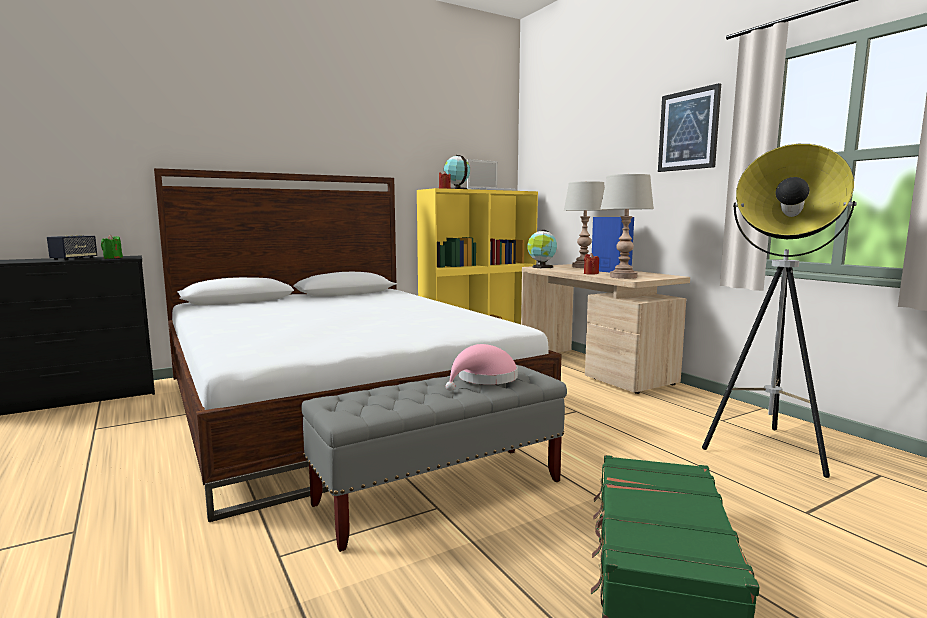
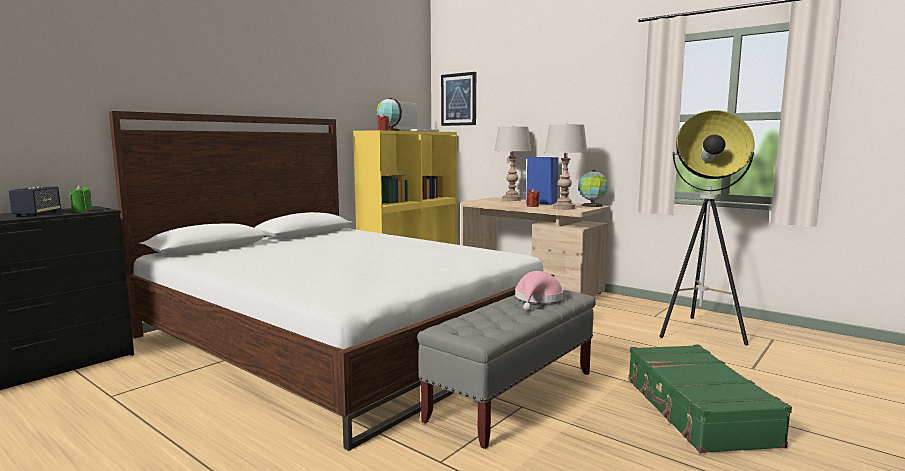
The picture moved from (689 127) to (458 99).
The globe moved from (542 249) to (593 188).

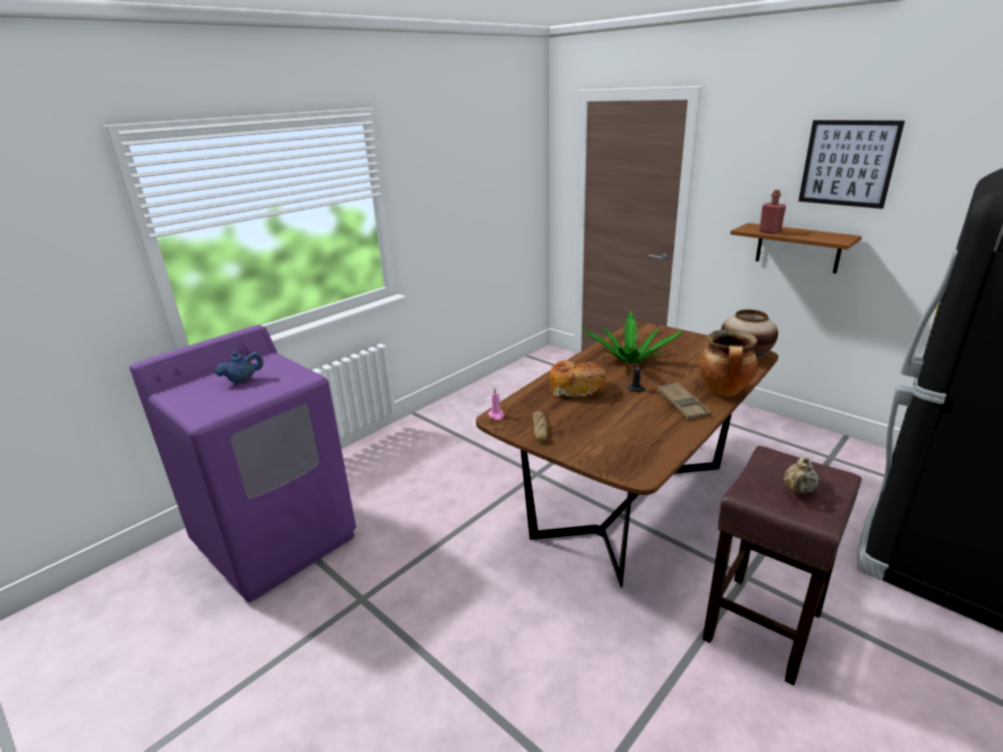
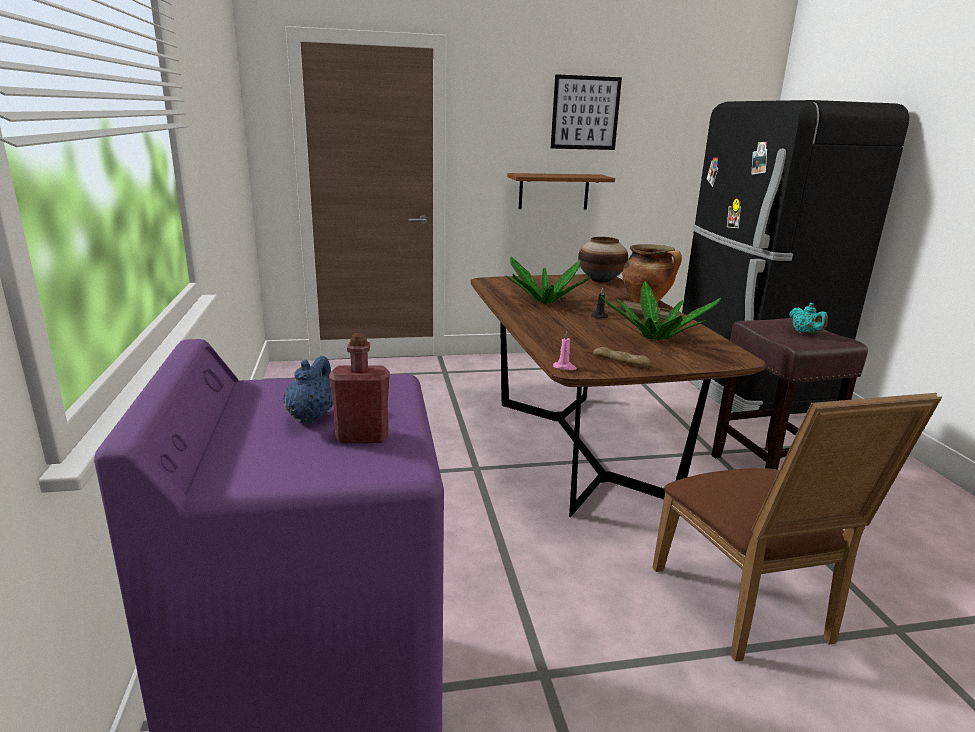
The red bottle moved from (772 212) to (359 388).
The bread at (578 379) disappeared.
The beige teapot at (800 475) became the turquoise teapot at (808 318).
The potted plant at (661 310) appeared.
The brown chair at (797 527) appeared.

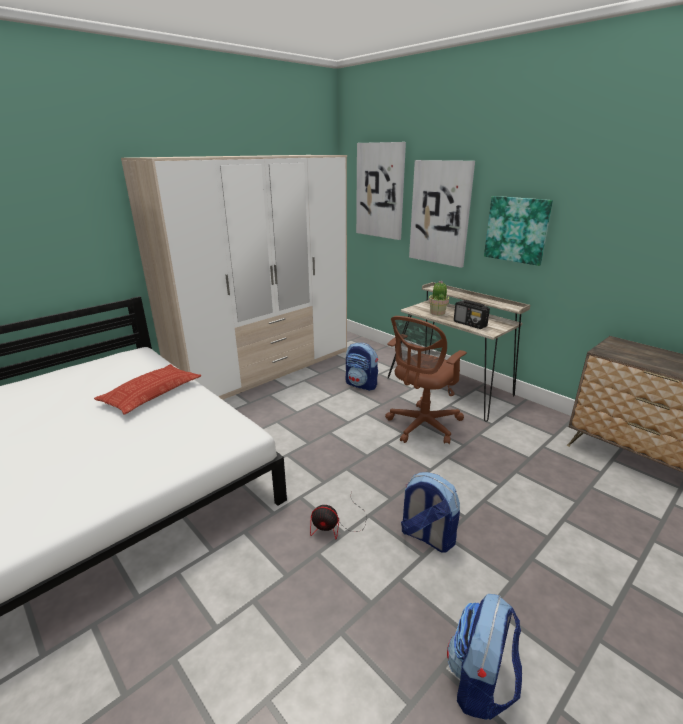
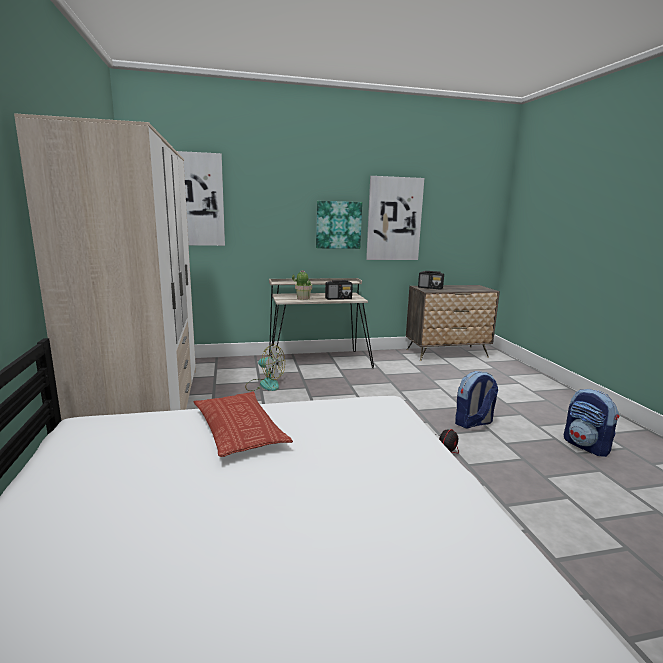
The picture moved from (442 214) to (395 218).
The brown office chair at (426 380) disappeared.
The backpack at (362 367) was replaced by the fan at (265 367).
The radio at (431 280) appeared.

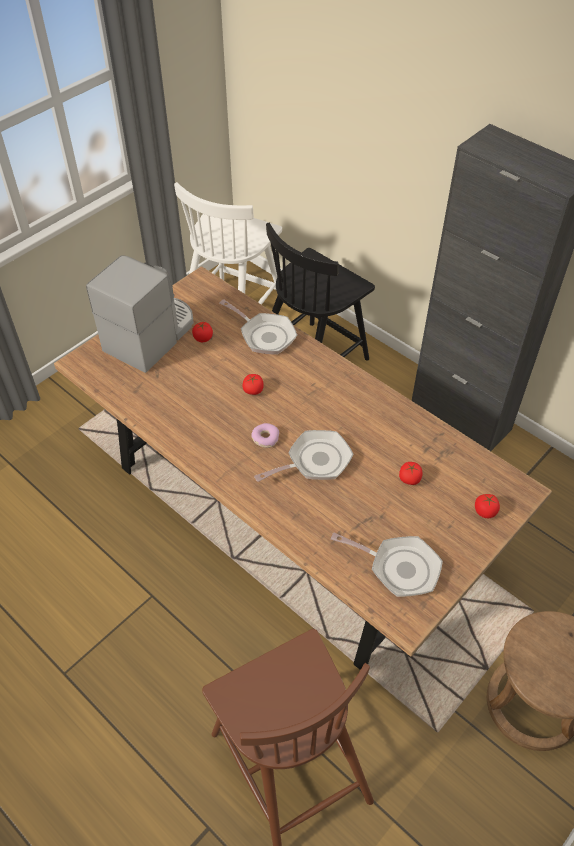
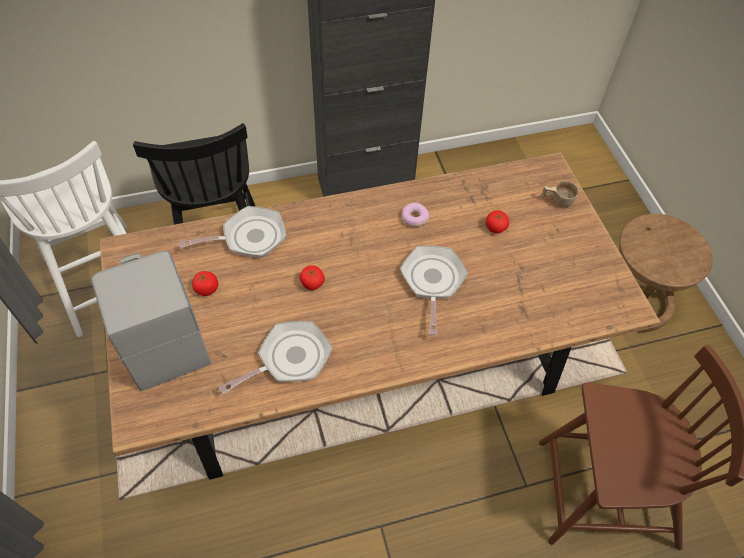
The donut moved from (265 435) to (415 214).
The tomato at (487 506) was replaced by the beige cup at (560 194).
The frying pan moved from (387 565) to (275 358).

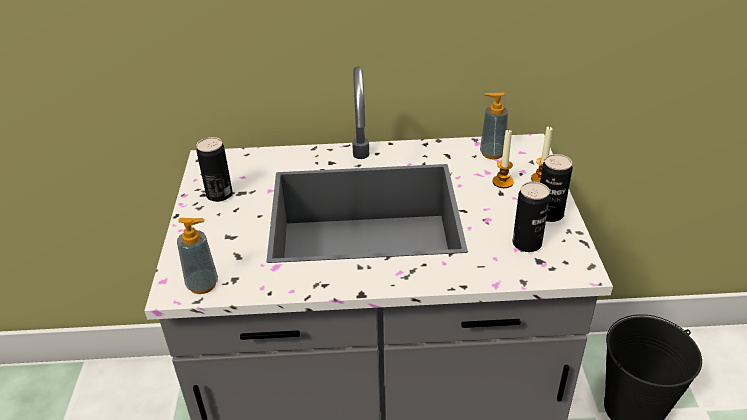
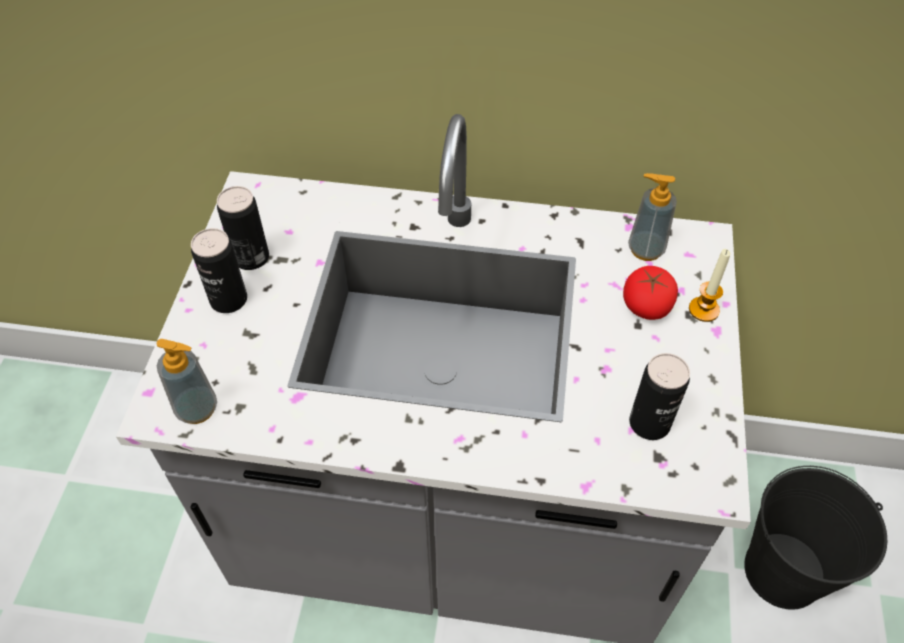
The candle at (503 159) was replaced by the tomato at (650 293).
The can moved from (556 188) to (219 270).

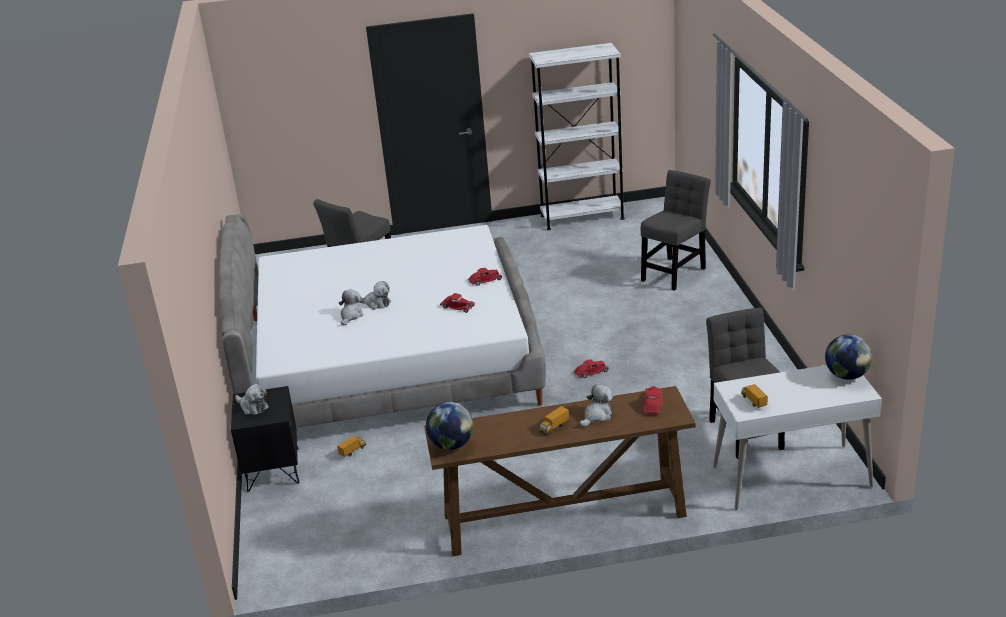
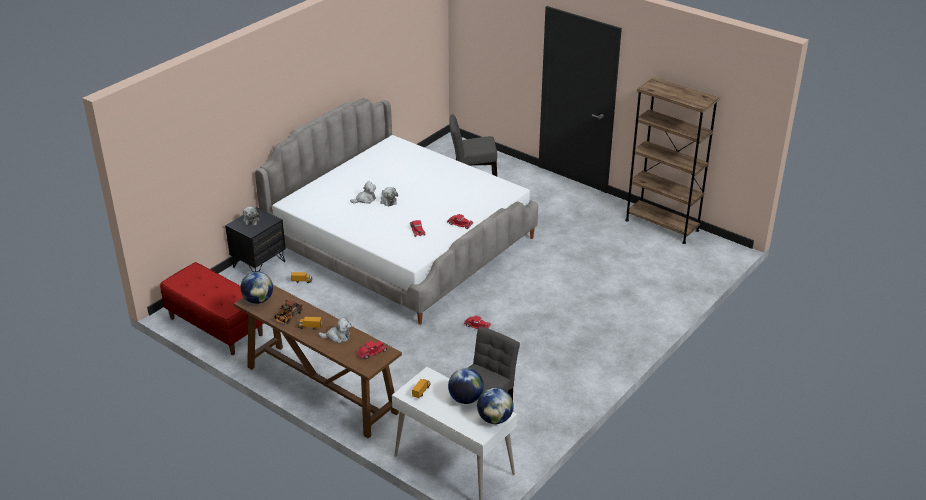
The white bookcase at (577 136) became the brown bookcase at (672 160).
The grey chair at (676 230) disappeared.
The red bench at (212 308) appeared.
The toy truck at (288 312) appeared.
The globe at (466 386) appeared.

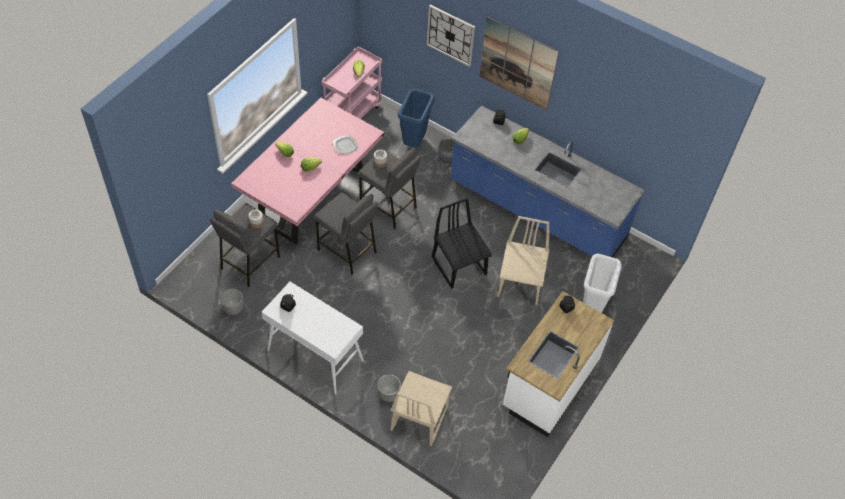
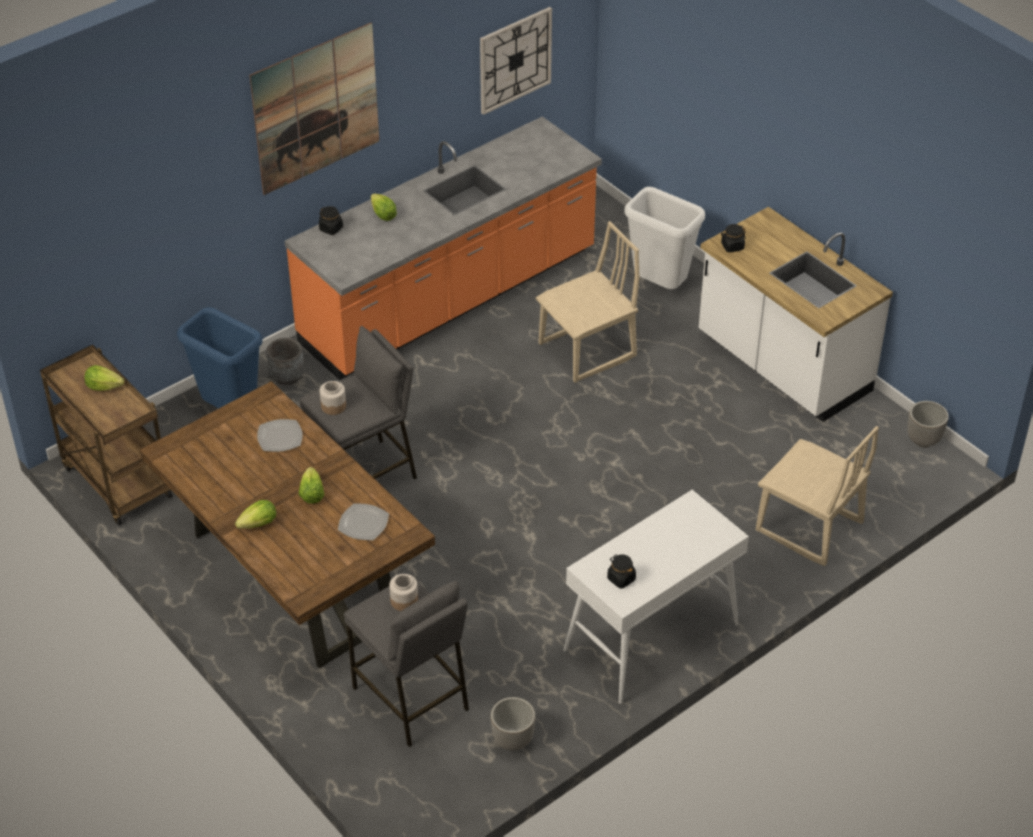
The wall clock moved from (451 35) to (516 61).
The pink cart at (351 83) became the brown cart at (106 434).
The pink dining table at (307 171) became the brown dining table at (287 524).
The blue counter at (547 181) became the orange counter at (443 248).
The grey stool at (346 233) disappeared.
The black chair at (462 243) disappeared.
The beige chair at (523 260) turned 120 degrees clockwise.
The planter moved from (389 388) to (928 424).
The plate at (363 521) appeared.

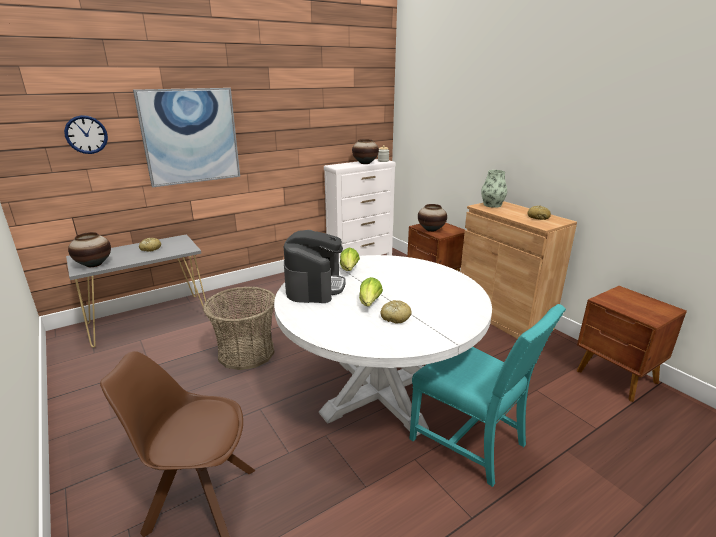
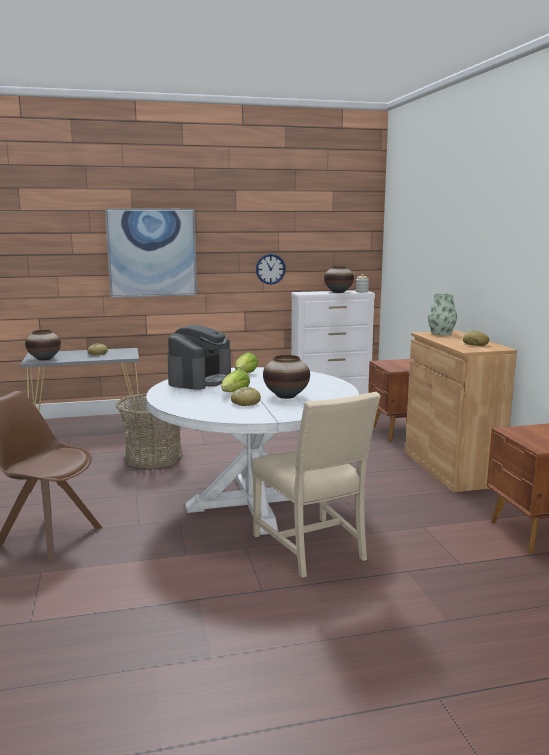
The wall clock moved from (86 134) to (271 269).
The vase moved from (432 218) to (286 377).
The turquoise chair at (487 395) became the beige chair at (316 485).

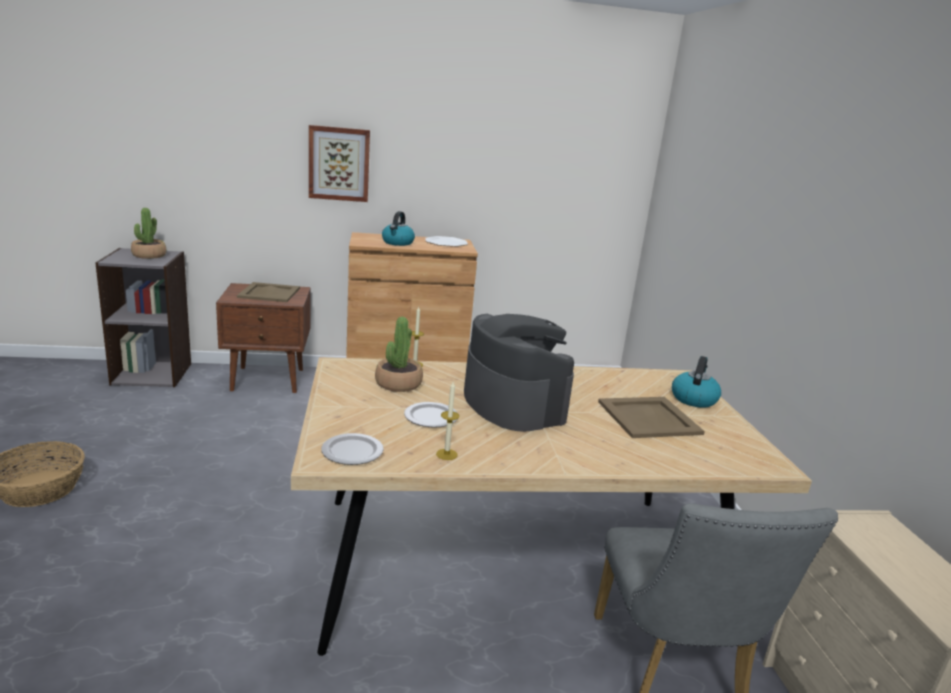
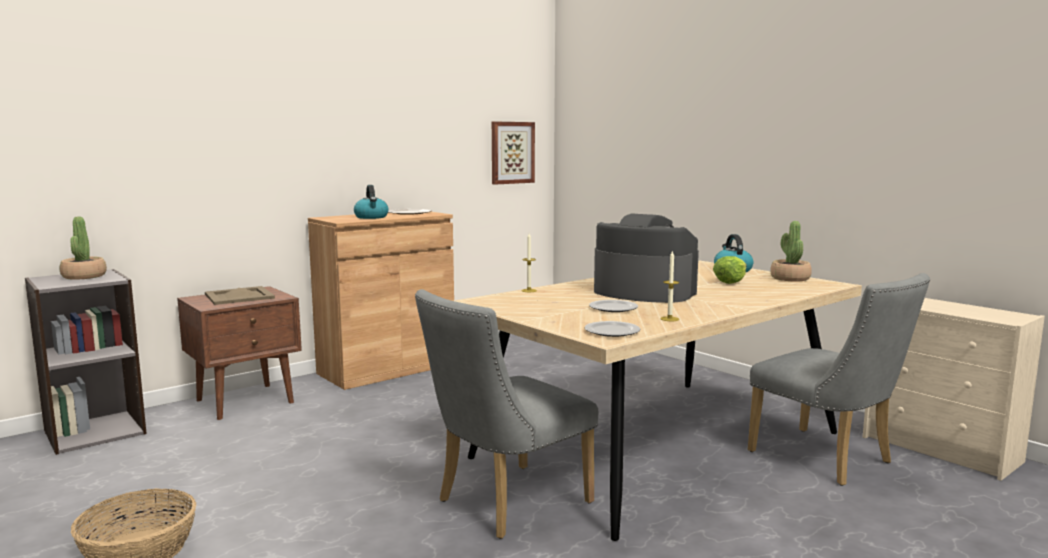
The picture moved from (339 163) to (513 153).
The potted plant moved from (399 354) to (791 251).
The beige tray at (651 417) was replaced by the lettuce at (730 270).
The grey chair at (506 414) appeared.

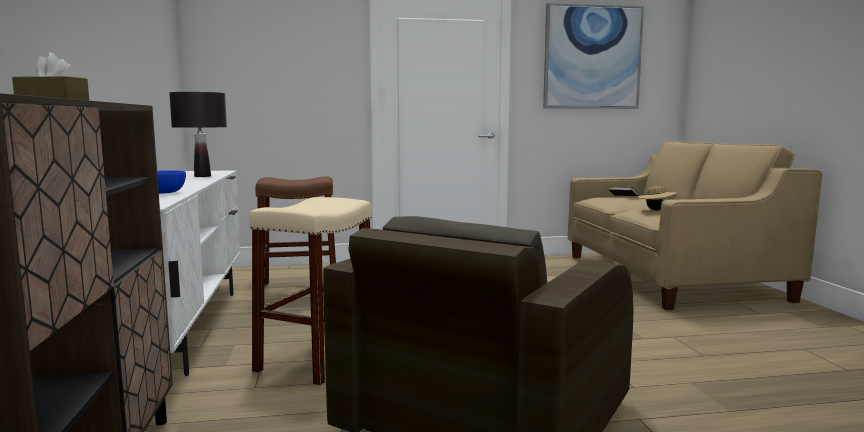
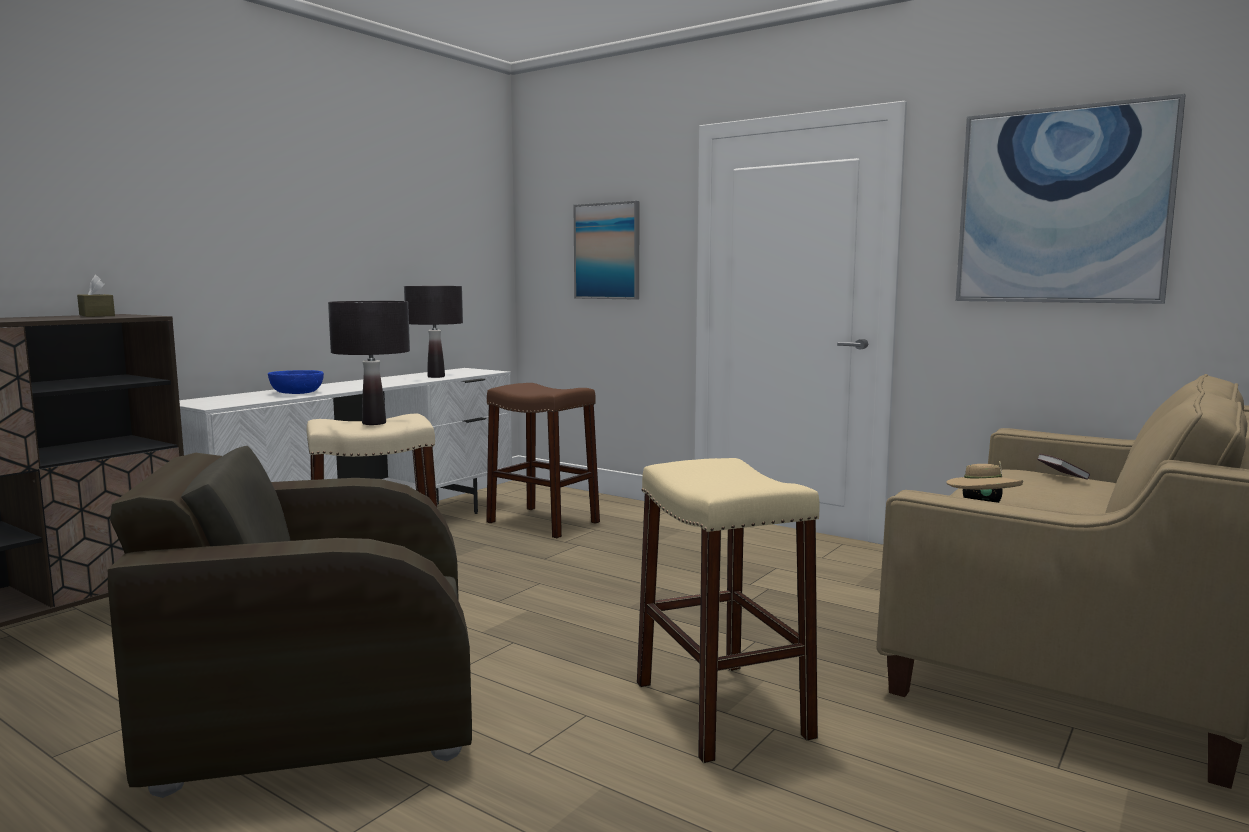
The picture at (606 250) appeared.
The black table lamp at (369 363) appeared.
The beige stool at (728 611) appeared.

